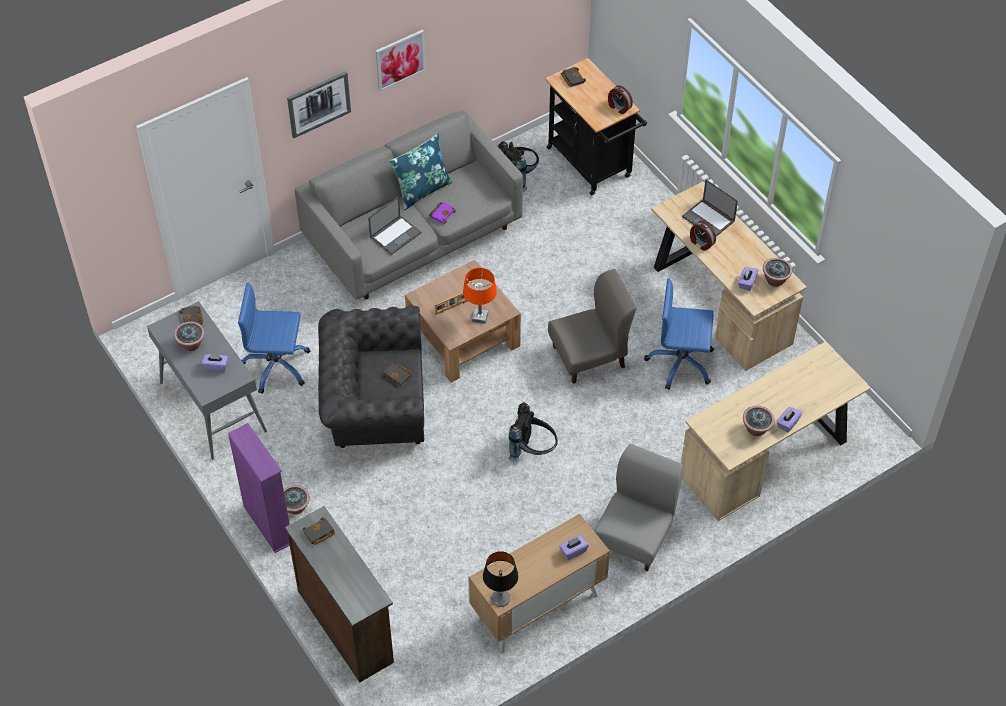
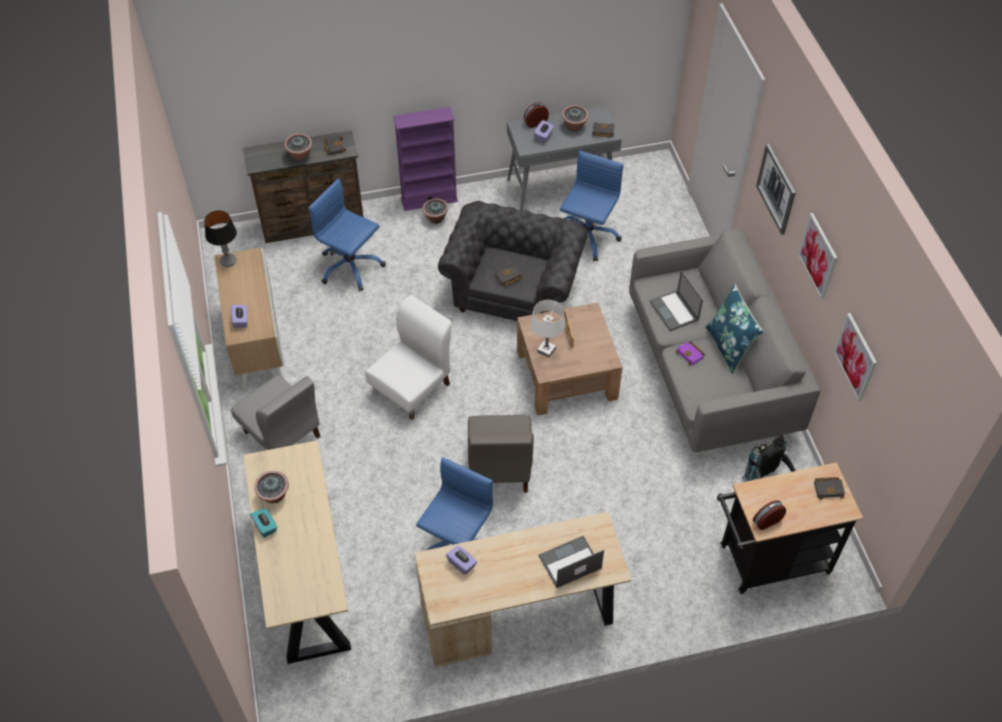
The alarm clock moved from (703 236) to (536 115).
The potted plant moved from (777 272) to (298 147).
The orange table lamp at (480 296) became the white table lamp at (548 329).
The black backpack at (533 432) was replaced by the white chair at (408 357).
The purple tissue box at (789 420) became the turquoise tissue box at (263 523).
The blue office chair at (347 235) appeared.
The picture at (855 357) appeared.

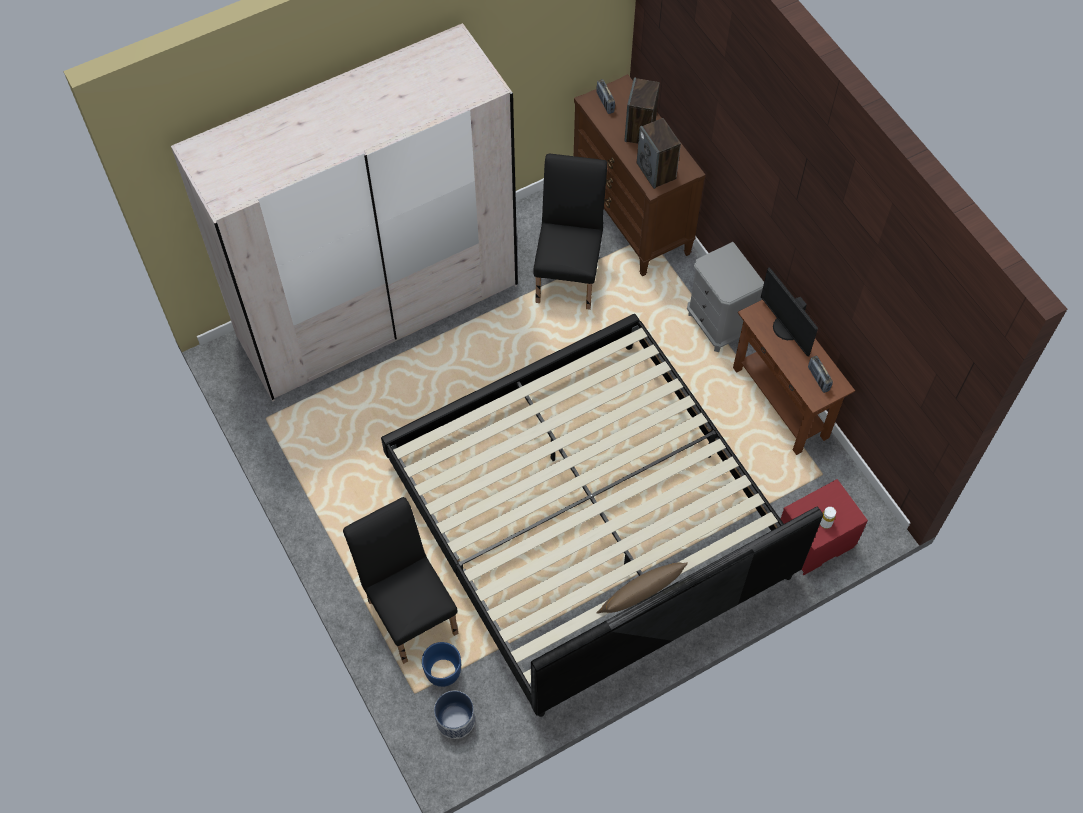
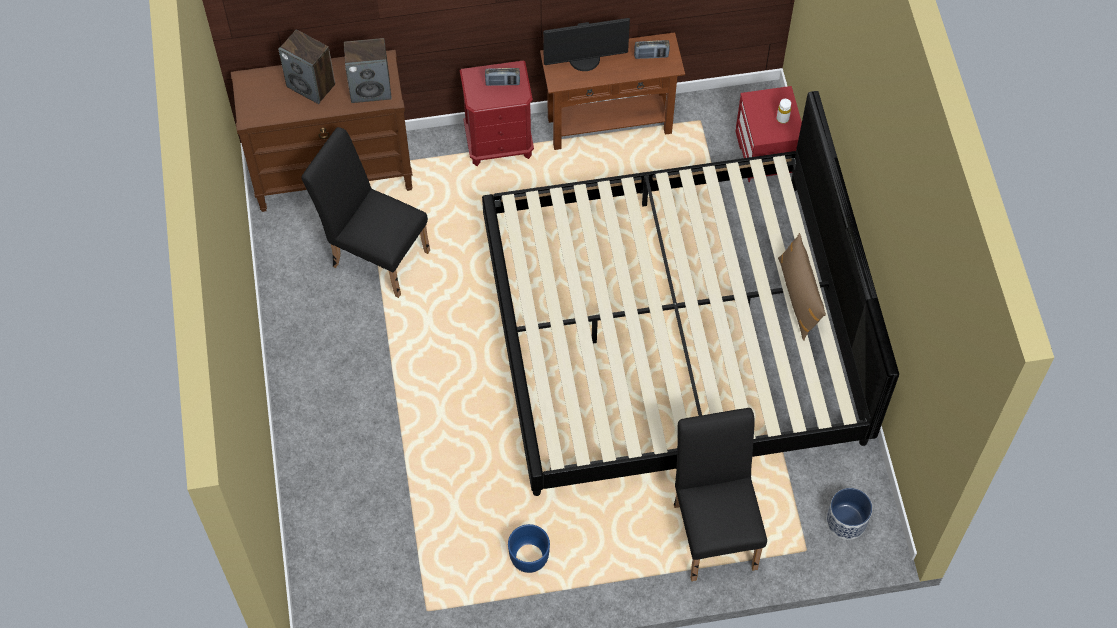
The beige wardrobe at (344 212) disappeared.
The radio moved from (606 96) to (502 77).
The grey nightstand at (725 297) became the red nightstand at (497 113).
The black chair at (401 580) turned 90 degrees clockwise.
The blue planter moved from (441 664) to (529 548).

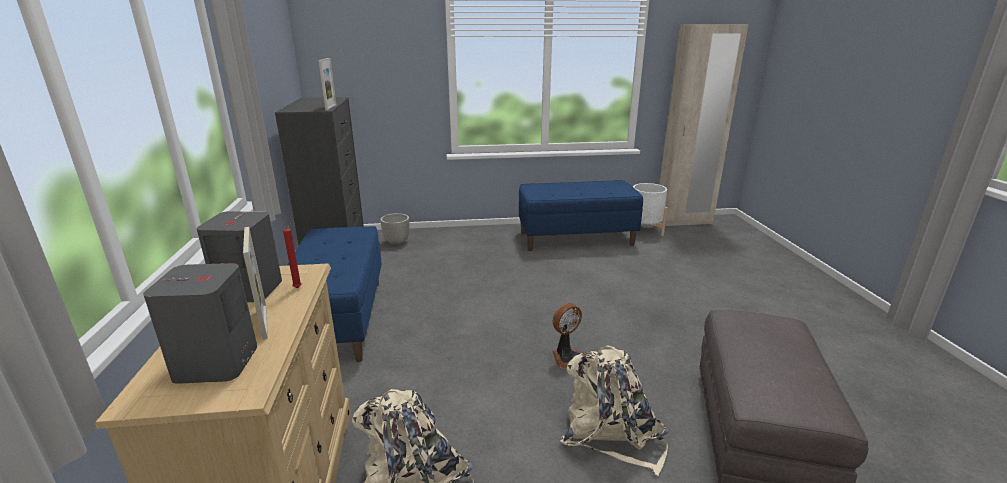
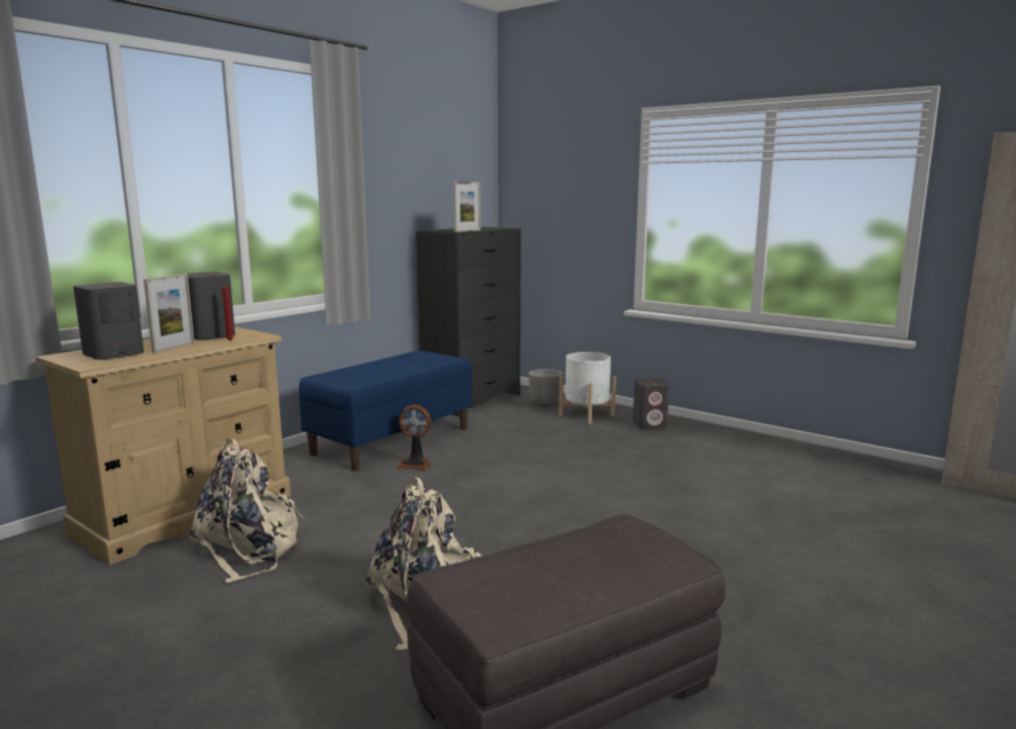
The blue bench at (581 215) disappeared.
The white planter moved from (650 209) to (587 388).
The fan moved from (567 335) to (413 437).
The grey speaker at (651 403) appeared.

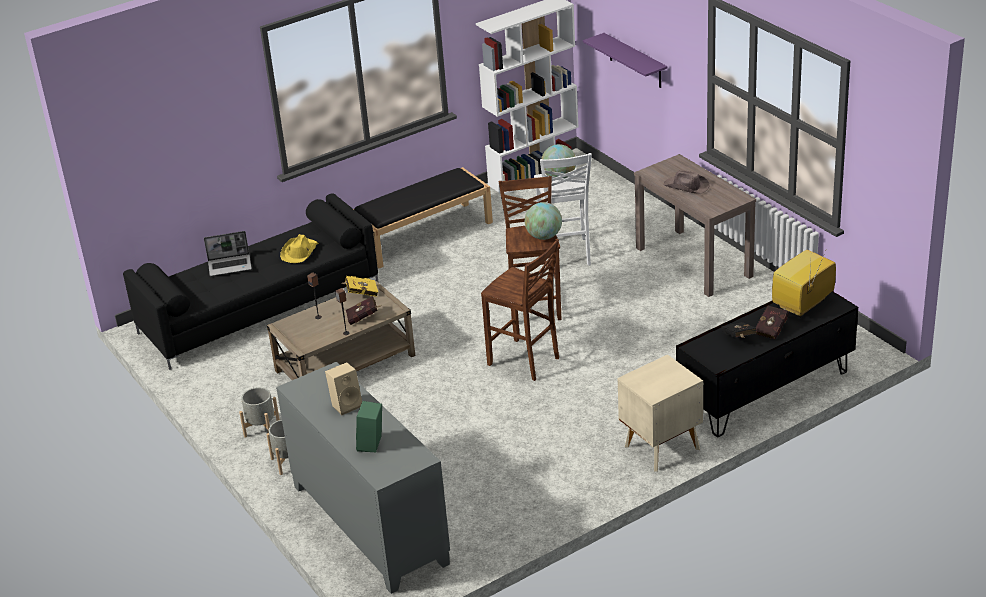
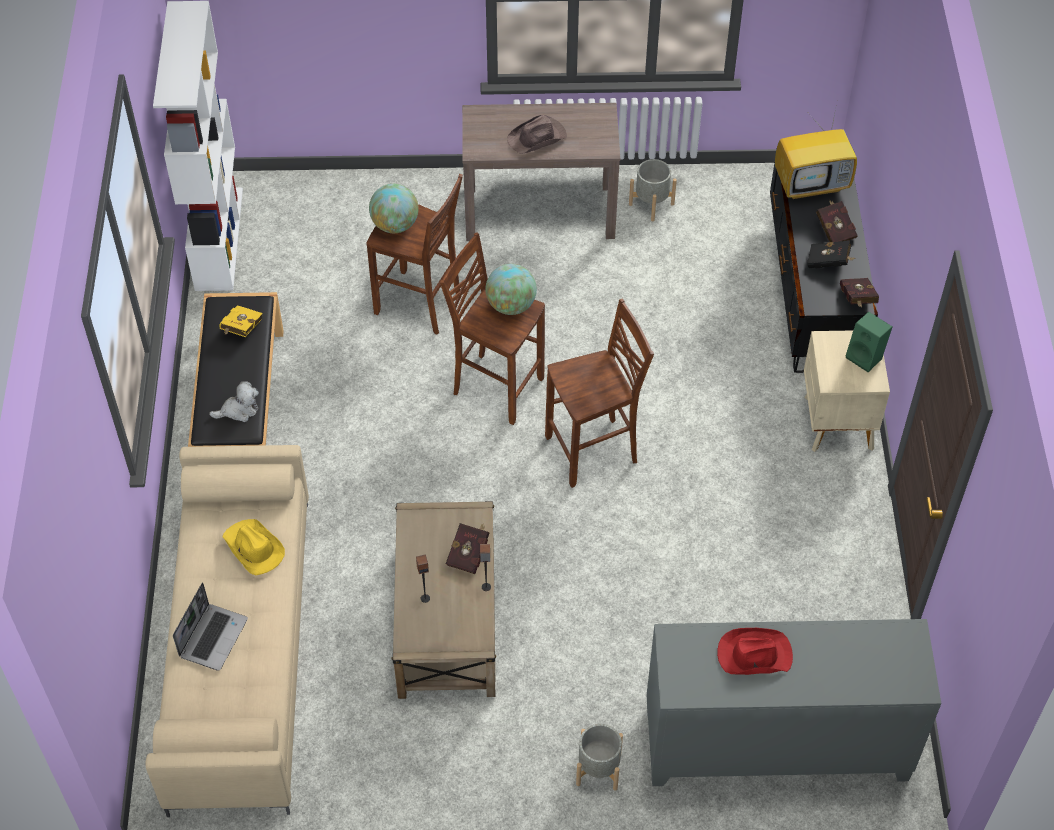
The purple shelf at (625 60) disappeared.
The white stool at (563 209) became the brown stool at (414 254).
The black sofa at (251 281) became the beige sofa at (227 631).
The television at (804 283) turned 90 degrees counterclockwise.
The yellow book moved from (360 286) to (241 321).
The beige speaker at (343 388) was replaced by the red hat at (755 651).
The grey planter moved from (259 412) to (653 190).
The green speaker moved from (369 426) to (869 342).
The red book at (859 293) appeared.
The plush toy at (234 401) appeared.

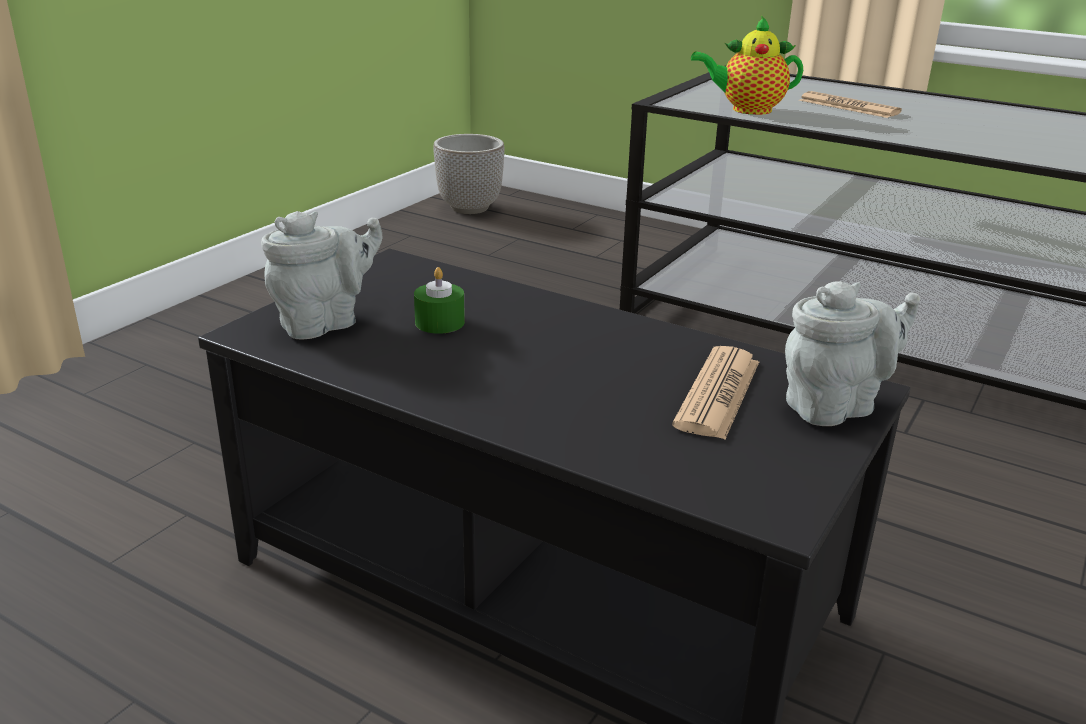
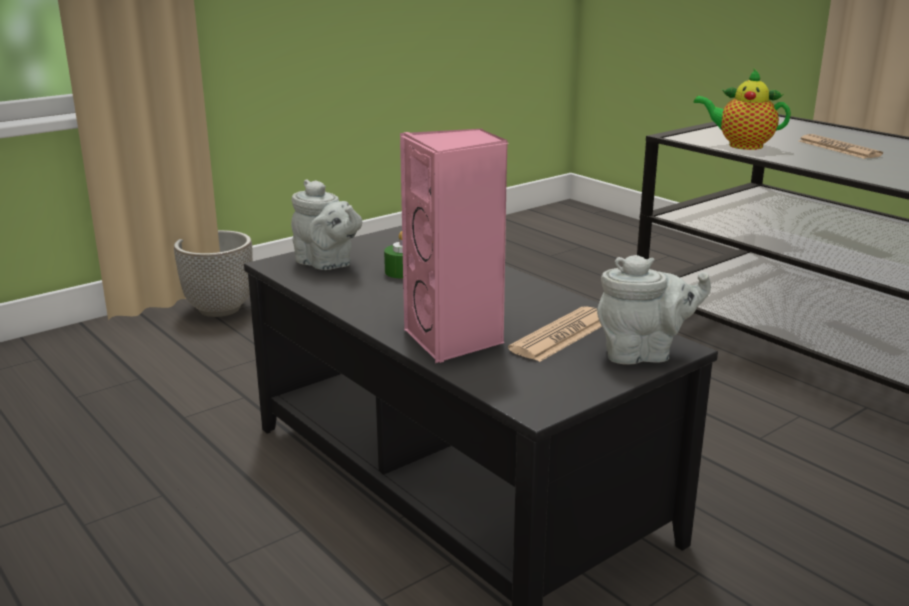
The planter moved from (469 174) to (213 273).
The grey teapot at (321 275) turned 60 degrees clockwise.
The pink speaker at (454 245) appeared.

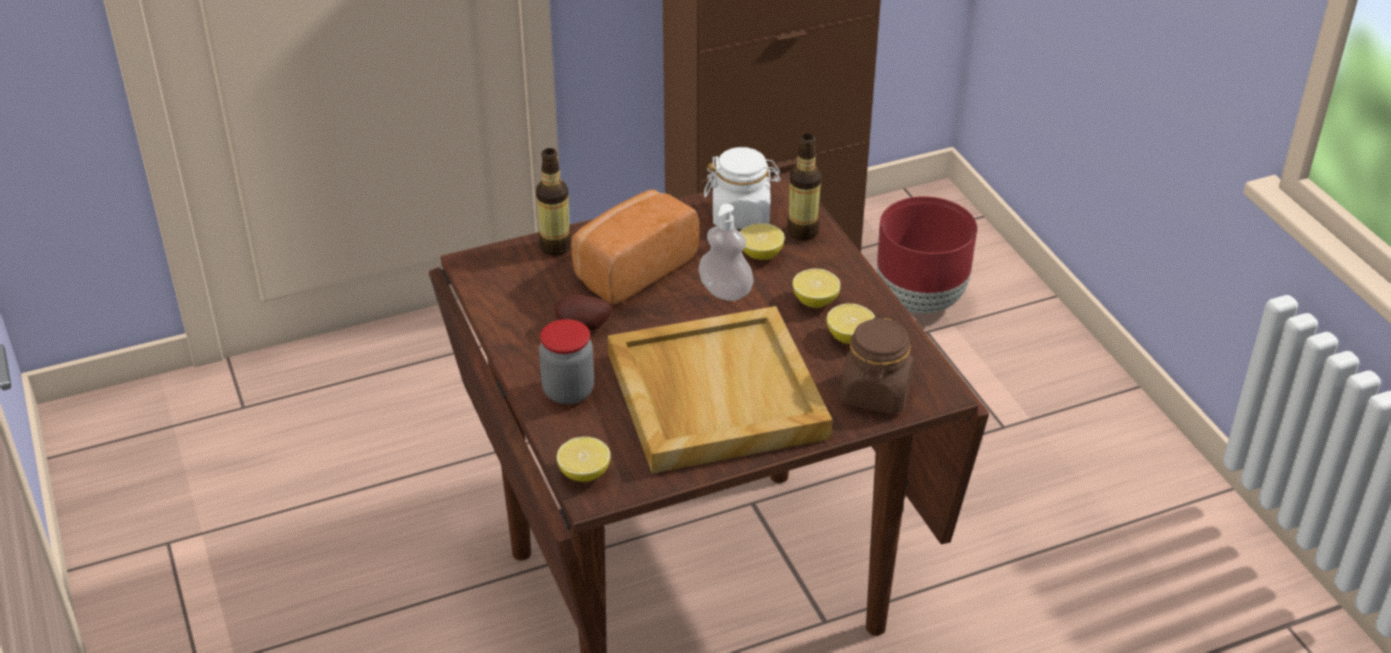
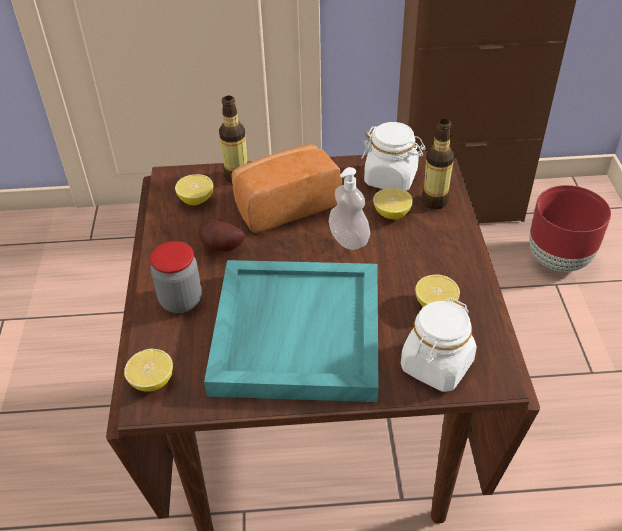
The lemon moved from (816 288) to (194 189).
The beige tray at (720 390) became the turquoise tray at (291 331).
The brown jar at (877 364) became the white jar at (439 345).

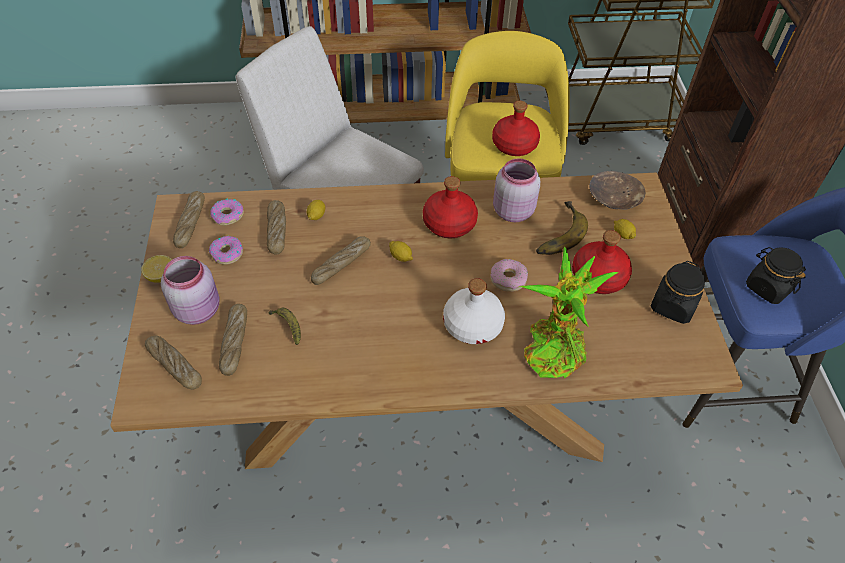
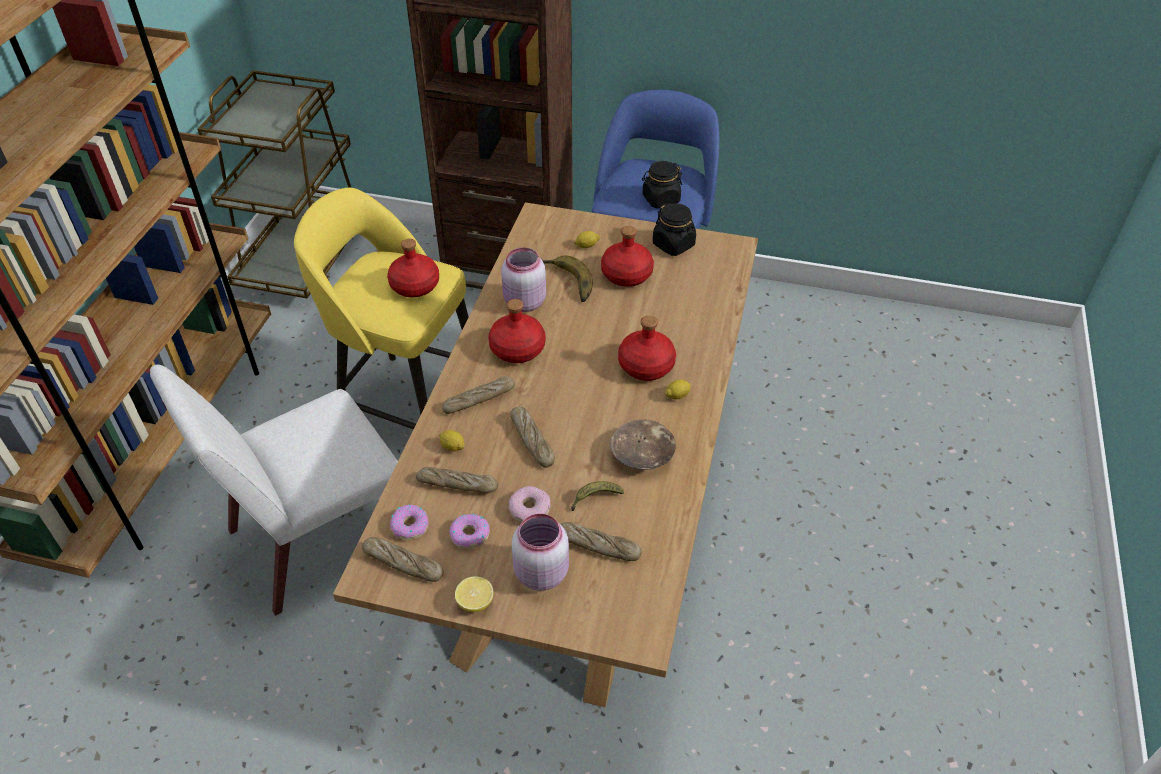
The brown bowl moved from (617 190) to (643 445).
The lemon moved from (401 251) to (678 389).
The potted plant at (569 312) disappeared.
The donut moved from (509 275) to (530 504).
The white bottle at (474 311) became the red bottle at (647 348).
The bread moved from (173 362) to (478 395).

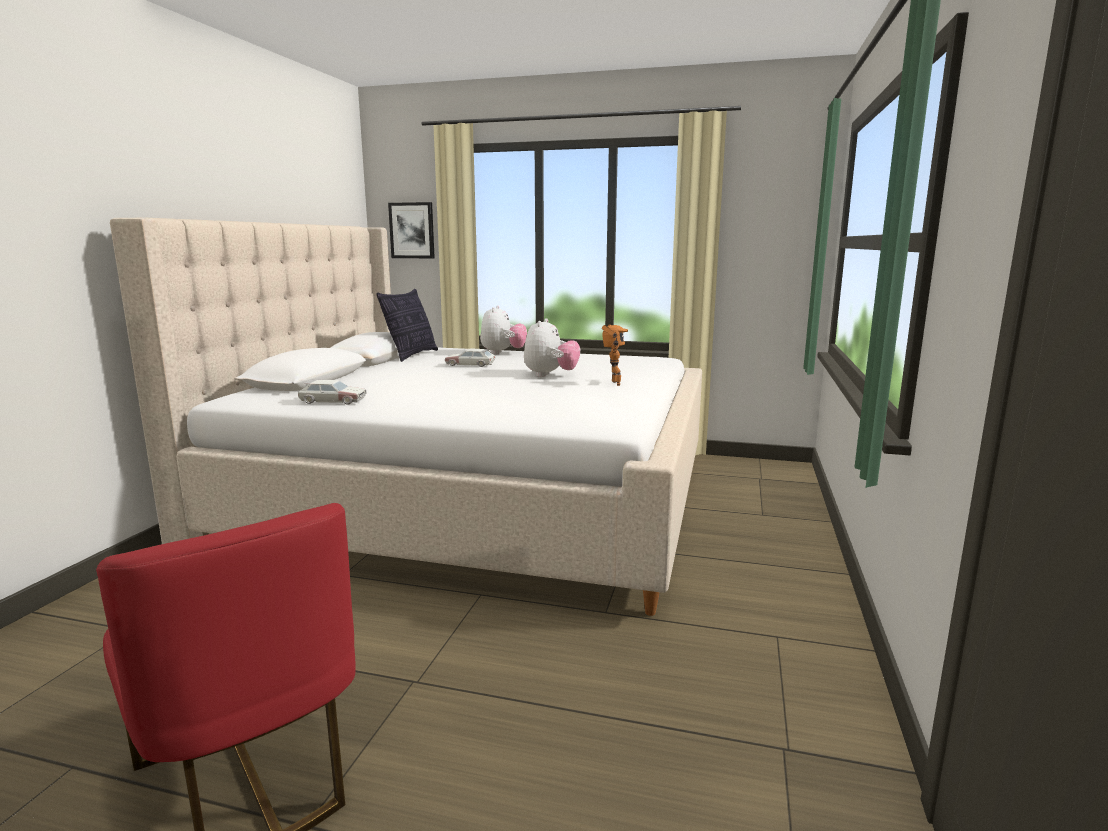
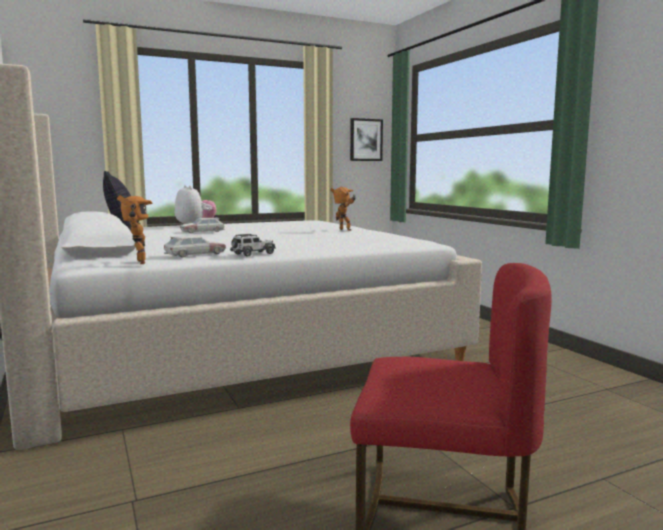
The picture moved from (411 230) to (366 139).
The plush toy at (552 347) disappeared.
The toy robot at (135 229) appeared.
The toy car at (253 245) appeared.

